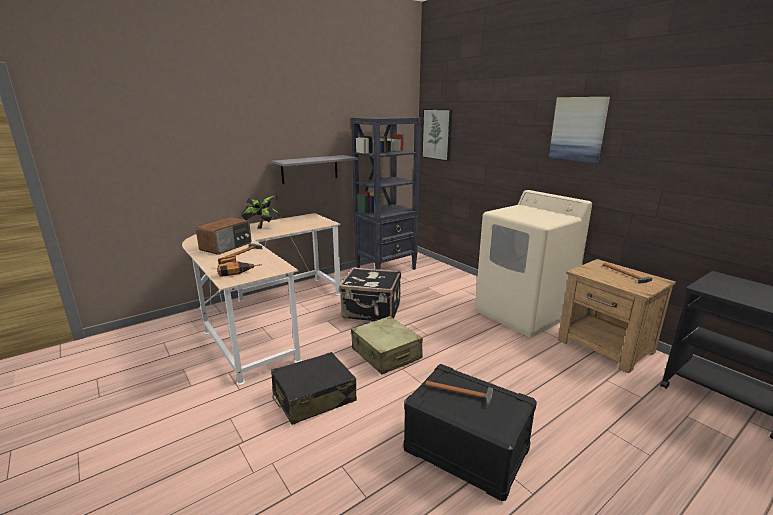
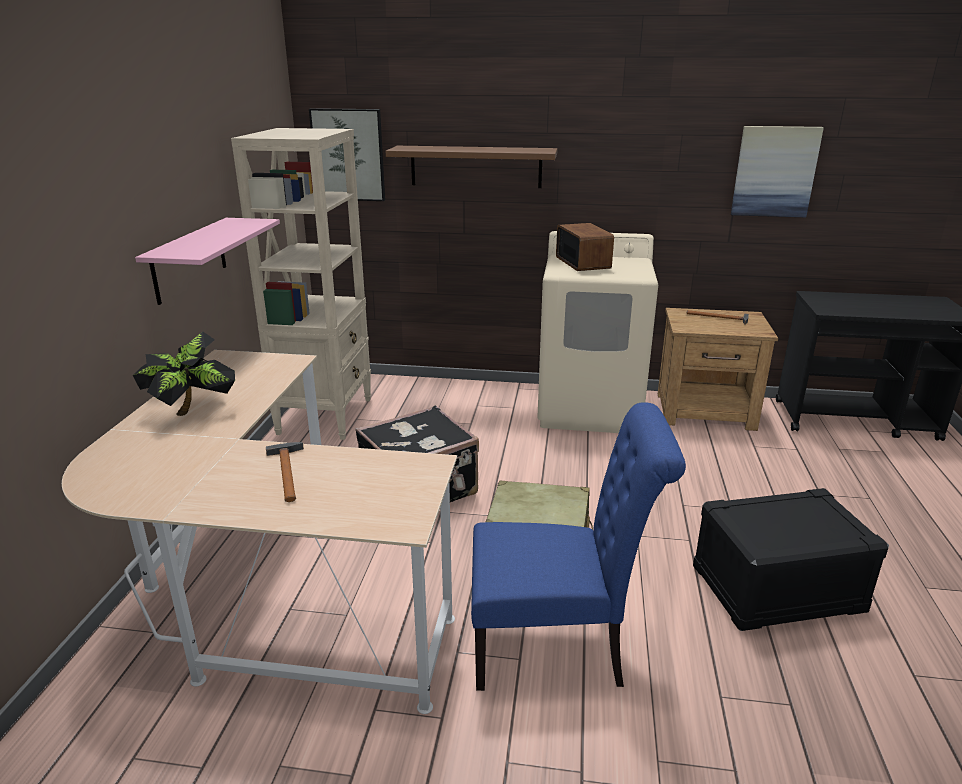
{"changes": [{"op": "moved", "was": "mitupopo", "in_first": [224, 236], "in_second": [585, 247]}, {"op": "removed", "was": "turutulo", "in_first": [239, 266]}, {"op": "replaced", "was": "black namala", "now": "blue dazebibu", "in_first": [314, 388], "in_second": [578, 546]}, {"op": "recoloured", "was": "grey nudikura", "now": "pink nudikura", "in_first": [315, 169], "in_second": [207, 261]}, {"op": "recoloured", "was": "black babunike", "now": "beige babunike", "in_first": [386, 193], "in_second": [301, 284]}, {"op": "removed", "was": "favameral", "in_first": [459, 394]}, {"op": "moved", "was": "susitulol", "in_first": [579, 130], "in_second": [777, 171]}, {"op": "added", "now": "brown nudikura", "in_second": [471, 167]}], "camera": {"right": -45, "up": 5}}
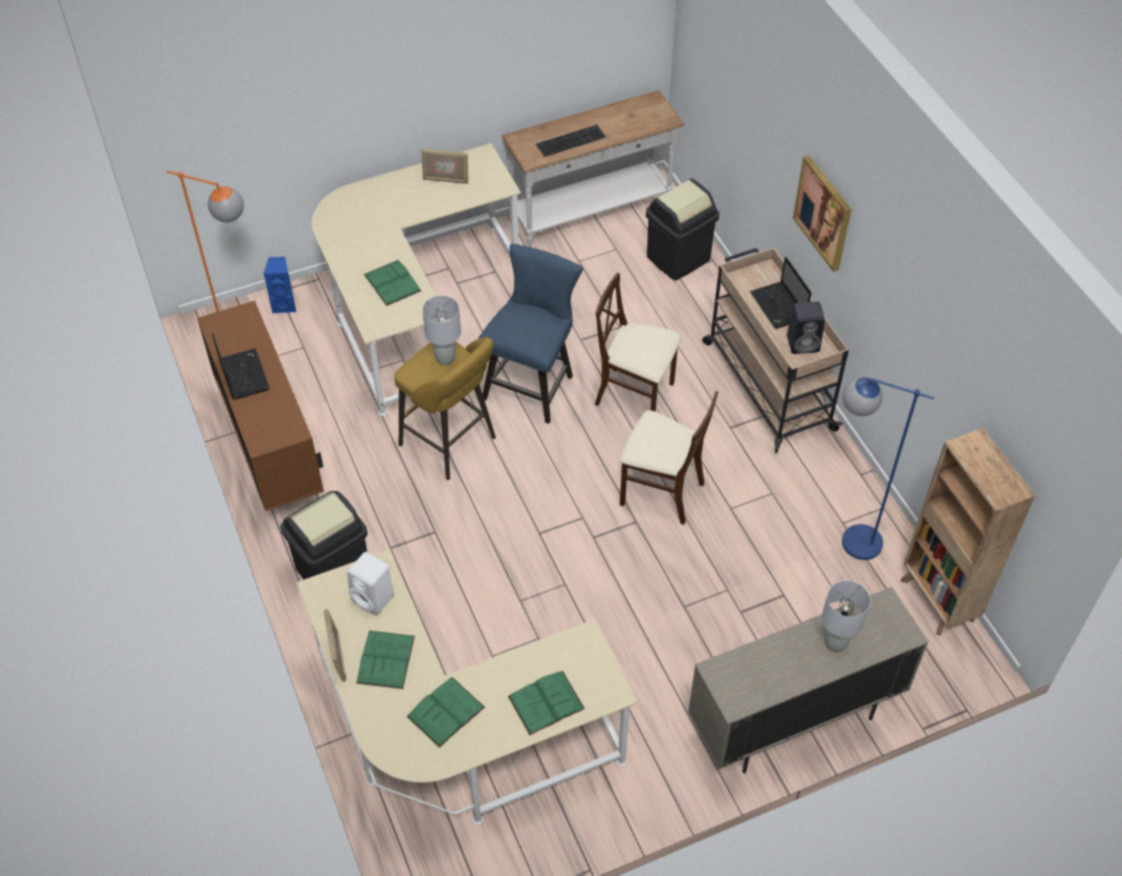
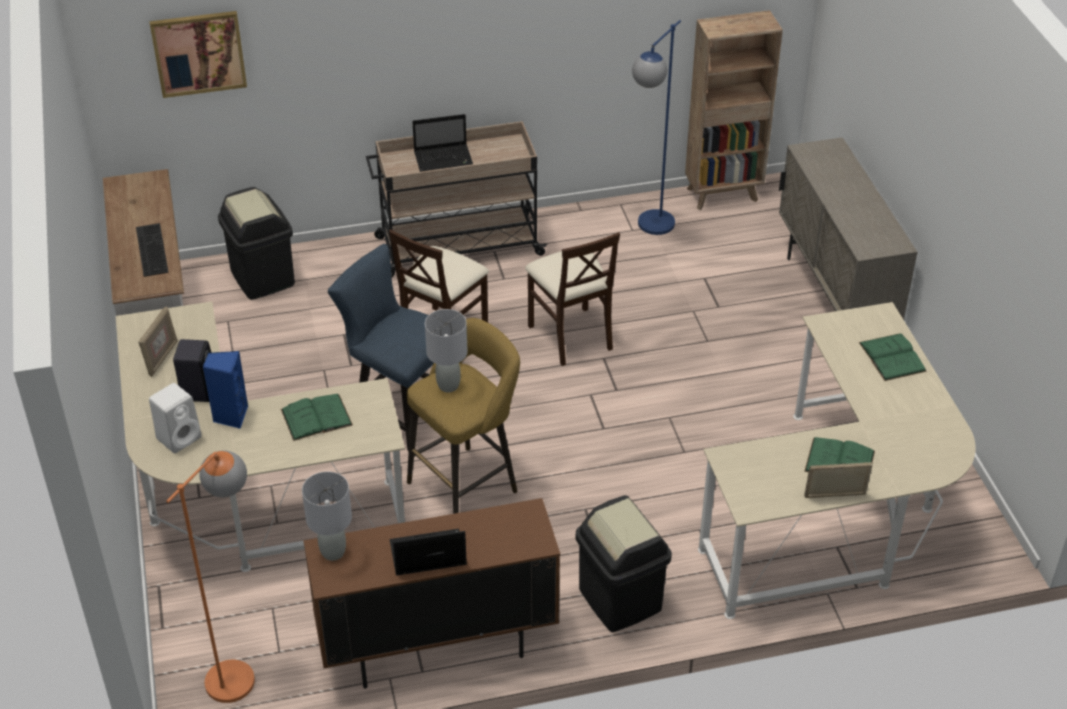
{"changes": [{"op": "moved", "was": "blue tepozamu", "in_first": [279, 285], "in_second": [225, 390]}, {"op": "moved", "was": "white tepozamu", "in_first": [370, 583], "in_second": [175, 418]}, {"op": "removed", "was": "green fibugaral", "in_first": [445, 712]}, {"op": "turned", "was": "beige dazebibu", "in_first": [669, 458], "in_second": [572, 299], "clockwise": 120}, {"op": "moved", "was": "black tepozamu", "in_first": [806, 327], "in_second": [192, 370]}, {"op": "moved", "was": "susitulol", "in_first": [822, 214], "in_second": [198, 54]}, {"op": "moved", "was": "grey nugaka", "in_first": [846, 616], "in_second": [327, 516]}], "camera": {"right": -80, "up": -10}}
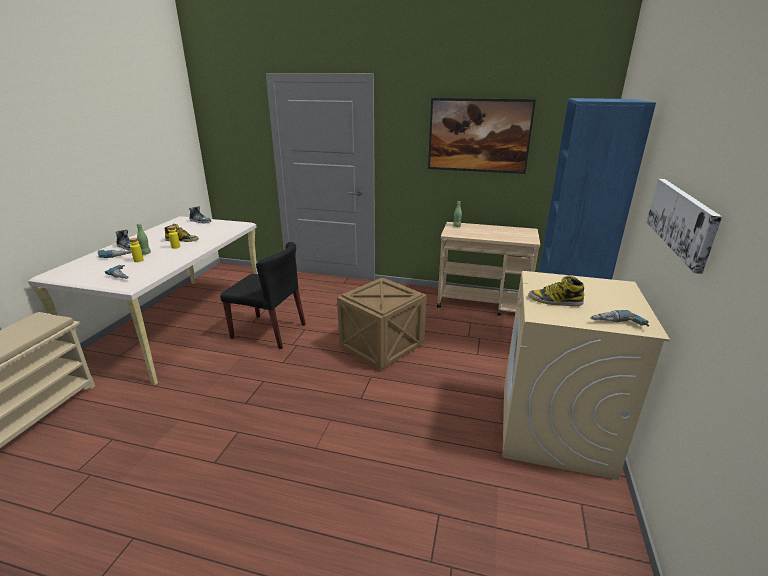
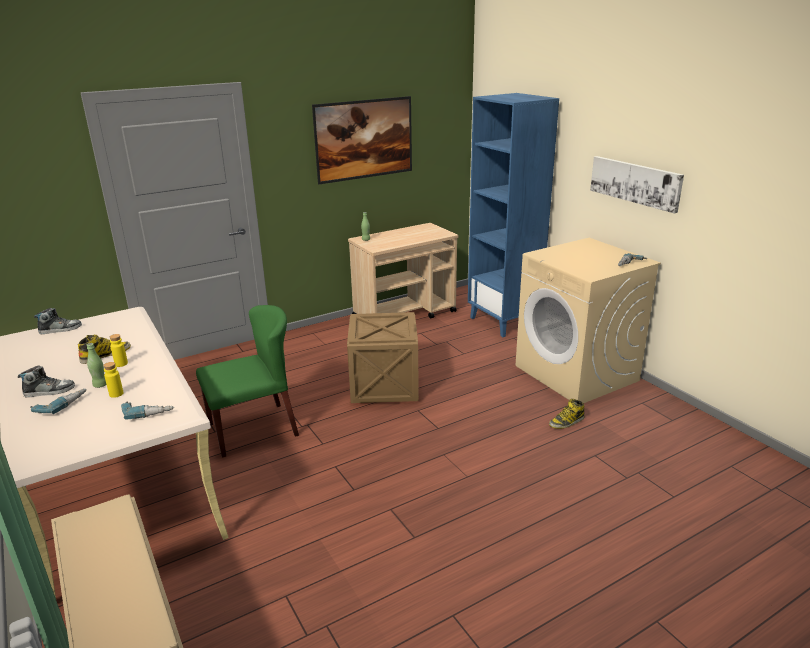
{"changes": [{"op": "recoloured", "was": "black dazebibu", "now": "green dazebibu", "in_first": [263, 295], "in_second": [247, 381]}, {"op": "moved", "was": "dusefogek", "in_first": [556, 291], "in_second": [566, 414]}], "camera": {"right": -45, "up": 0}}
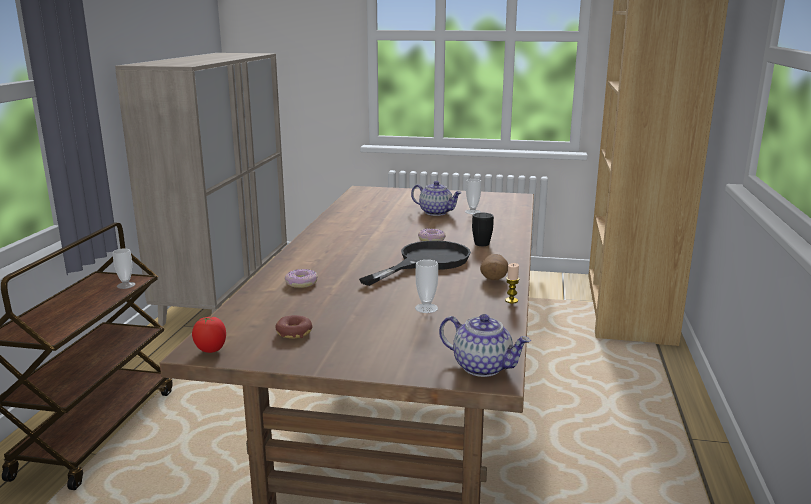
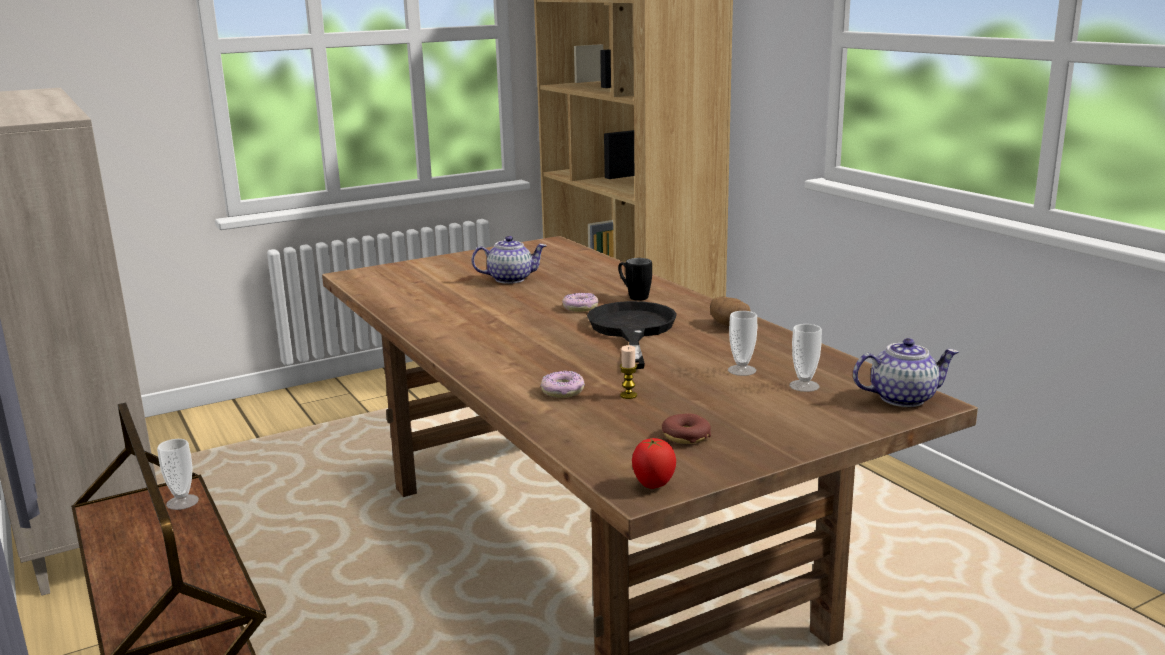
{"changes": [{"op": "moved", "was": "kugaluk", "in_first": [473, 196], "in_second": [806, 358]}, {"op": "moved", "was": "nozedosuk", "in_first": [512, 283], "in_second": [628, 372]}], "camera": {"right": -40, "up": 0}}
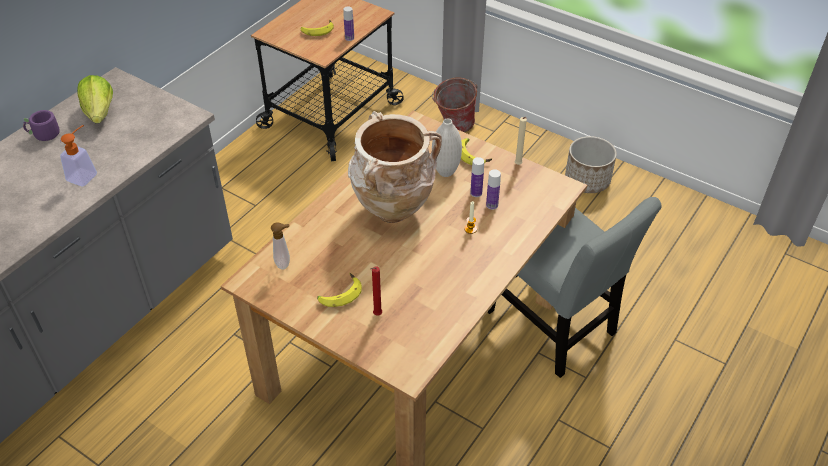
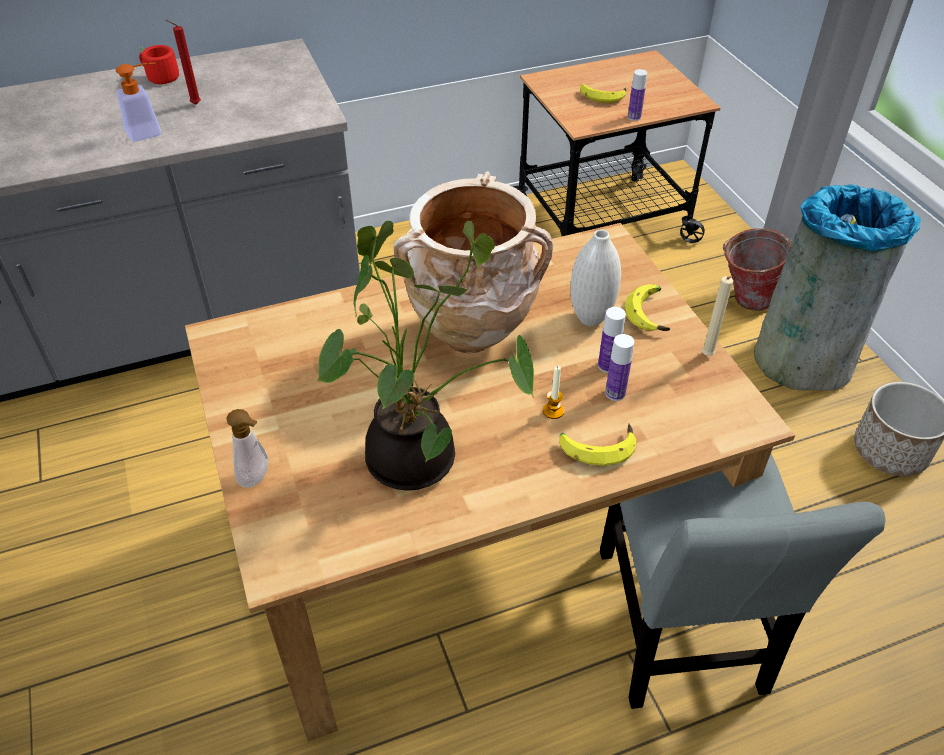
{"changes": [{"op": "recoloured", "was": "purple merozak", "now": "red merozak", "in_first": [42, 125], "in_second": [159, 67]}, {"op": "removed", "was": "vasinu", "in_first": [95, 99]}, {"op": "moved", "was": "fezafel", "in_first": [280, 246], "in_second": [247, 448]}, {"op": "moved", "was": "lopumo", "in_first": [339, 290], "in_second": [598, 444]}, {"op": "moved", "was": "red nozedosuk", "in_first": [376, 291], "in_second": [183, 62]}, {"op": "added", "now": "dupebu", "in_second": [425, 355]}, {"op": "added", "now": "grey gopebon", "in_second": [837, 287]}], "camera": {"right": 35, "up": 0}}
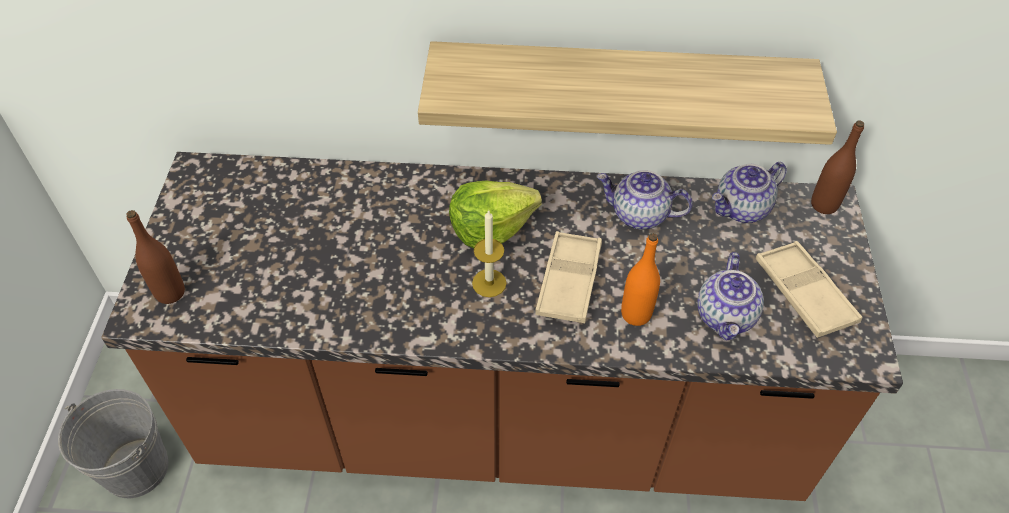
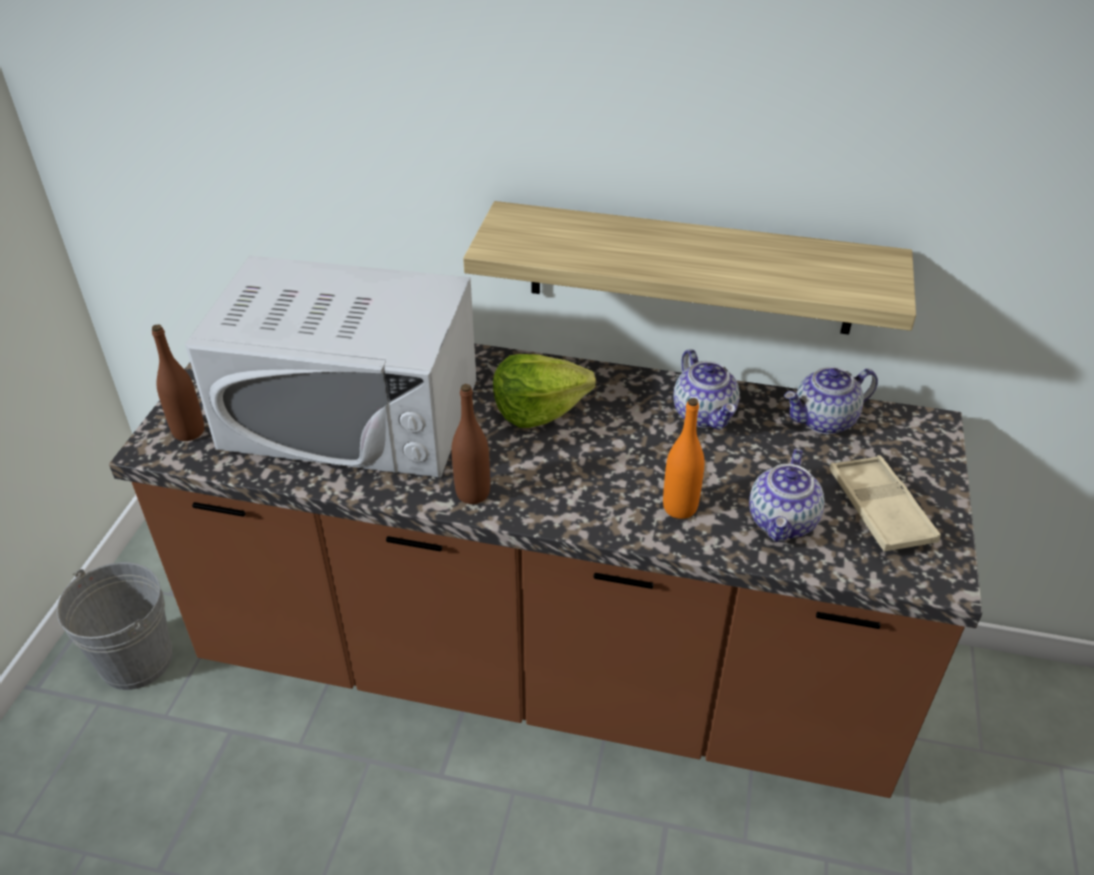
{"changes": [{"op": "removed", "was": "nozedosuk", "in_first": [489, 253]}, {"op": "removed", "was": "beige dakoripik", "in_first": [568, 277]}, {"op": "turned", "was": "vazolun", "in_first": [644, 199], "in_second": [707, 389], "clockwise": -135}, {"op": "moved", "was": "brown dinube", "in_first": [837, 167], "in_second": [471, 444]}, {"op": "added", "now": "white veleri", "in_second": [330, 367]}], "camera": {"right": 10, "up": -10}}
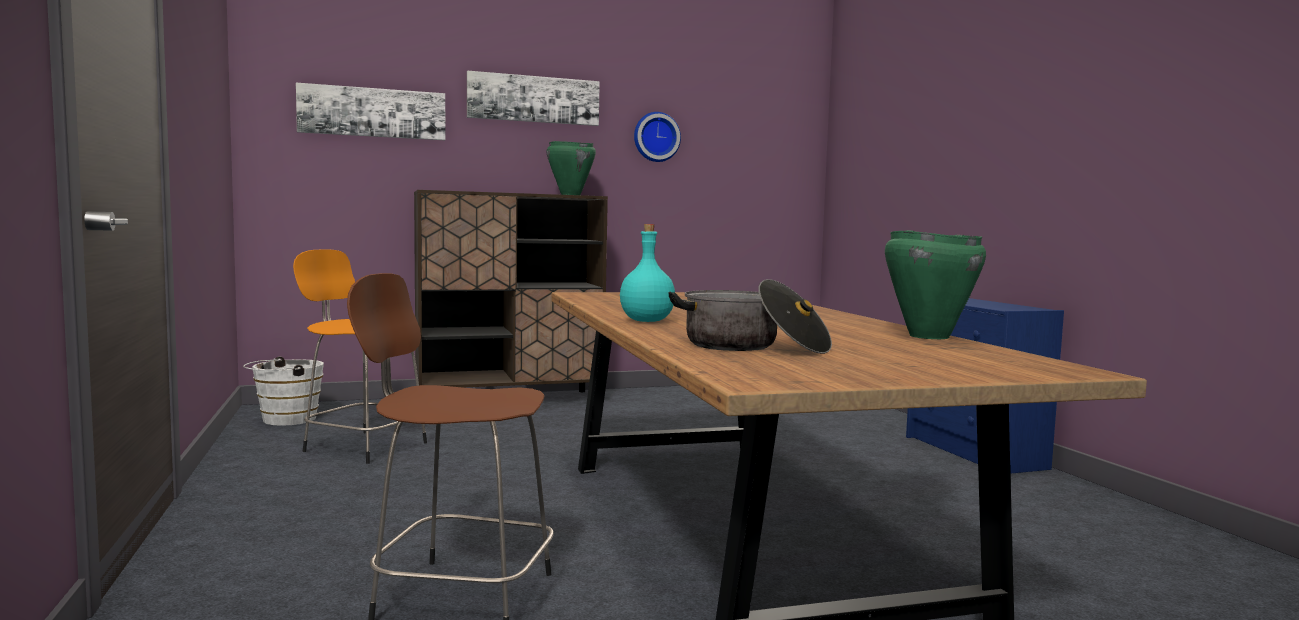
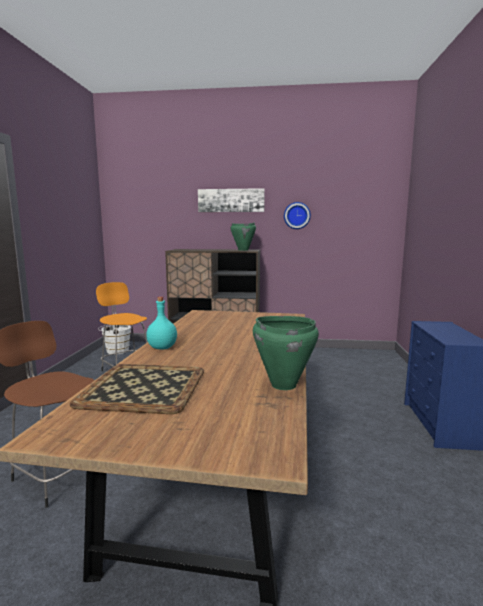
{"changes": [{"op": "removed", "was": "susitulol", "in_first": [370, 111]}, {"op": "replaced", "was": "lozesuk", "now": "dakoripik", "in_first": [750, 316], "in_second": [137, 389]}], "camera": {"right": 25, "up": 5}}
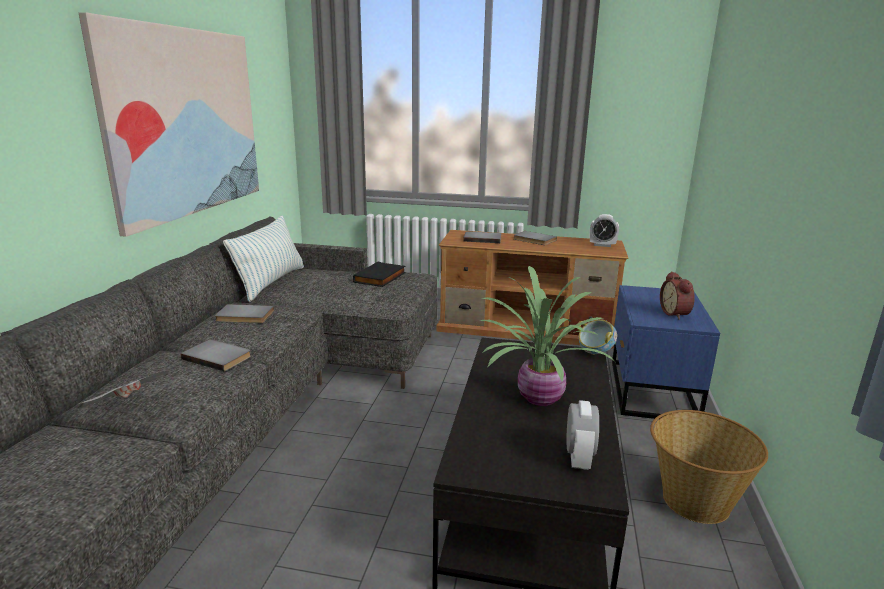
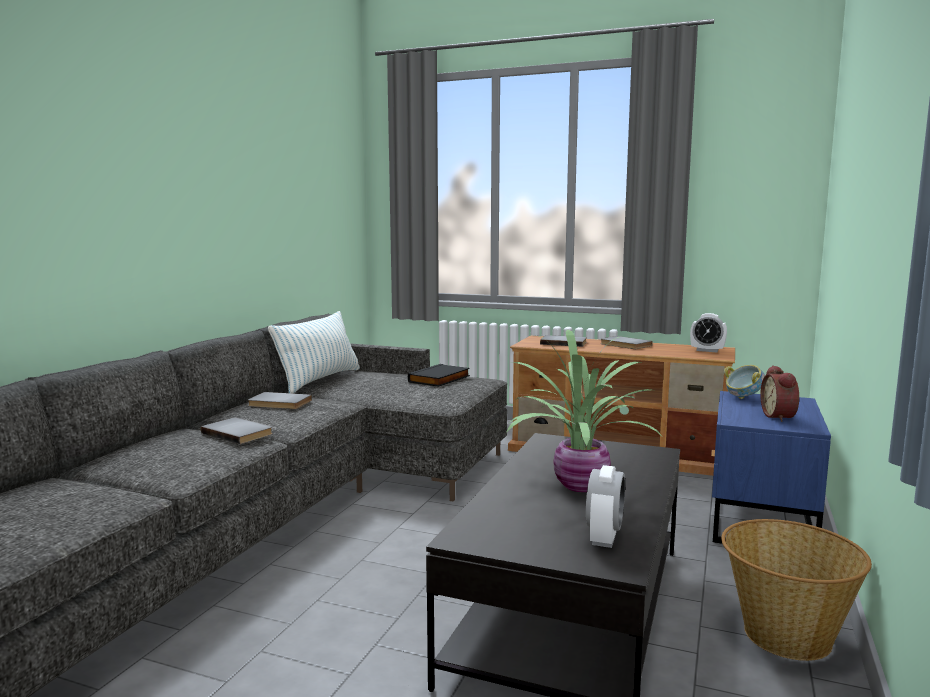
{"changes": [{"op": "removed", "was": "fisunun", "in_first": [122, 389]}, {"op": "removed", "was": "susitulol", "in_first": [169, 124]}, {"op": "moved", "was": "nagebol", "in_first": [597, 337], "in_second": [744, 382]}], "camera": {"right": 10, "up": -10}}
